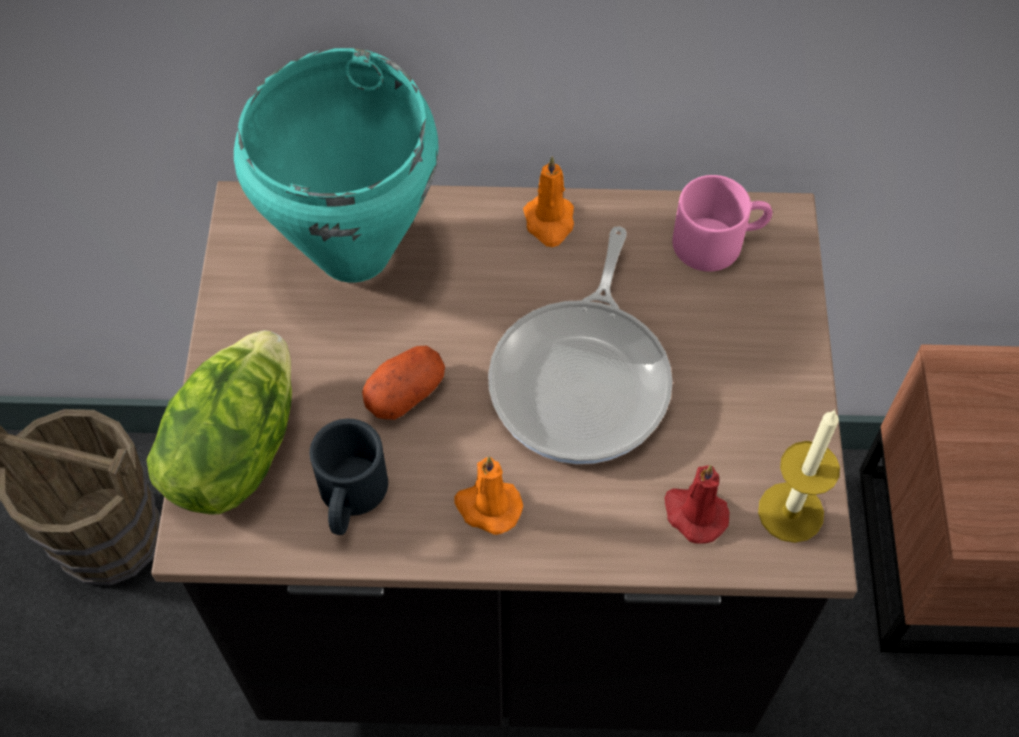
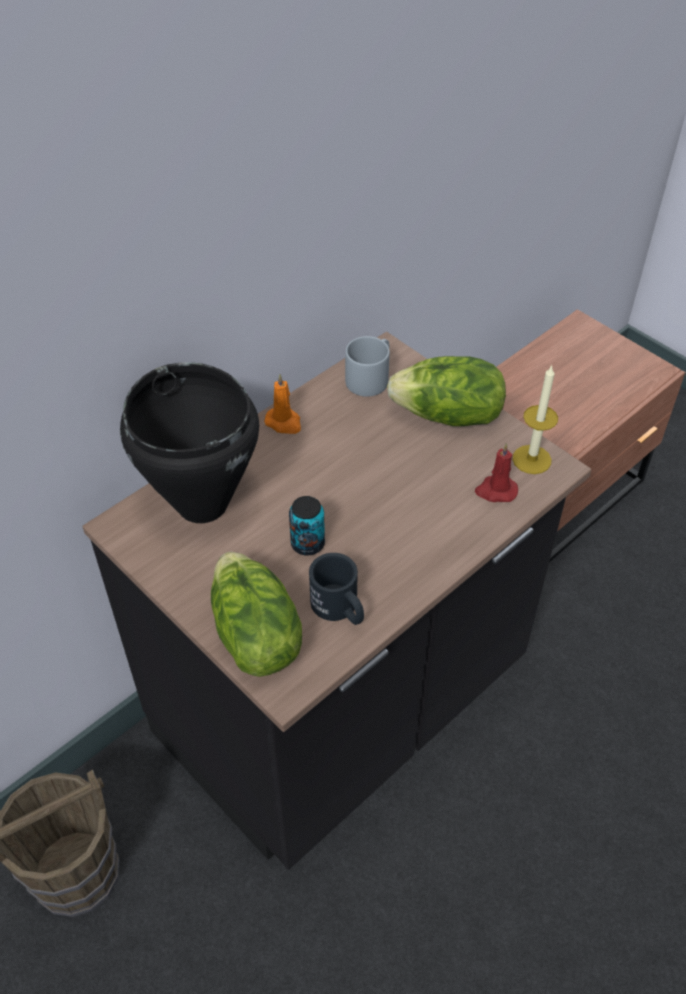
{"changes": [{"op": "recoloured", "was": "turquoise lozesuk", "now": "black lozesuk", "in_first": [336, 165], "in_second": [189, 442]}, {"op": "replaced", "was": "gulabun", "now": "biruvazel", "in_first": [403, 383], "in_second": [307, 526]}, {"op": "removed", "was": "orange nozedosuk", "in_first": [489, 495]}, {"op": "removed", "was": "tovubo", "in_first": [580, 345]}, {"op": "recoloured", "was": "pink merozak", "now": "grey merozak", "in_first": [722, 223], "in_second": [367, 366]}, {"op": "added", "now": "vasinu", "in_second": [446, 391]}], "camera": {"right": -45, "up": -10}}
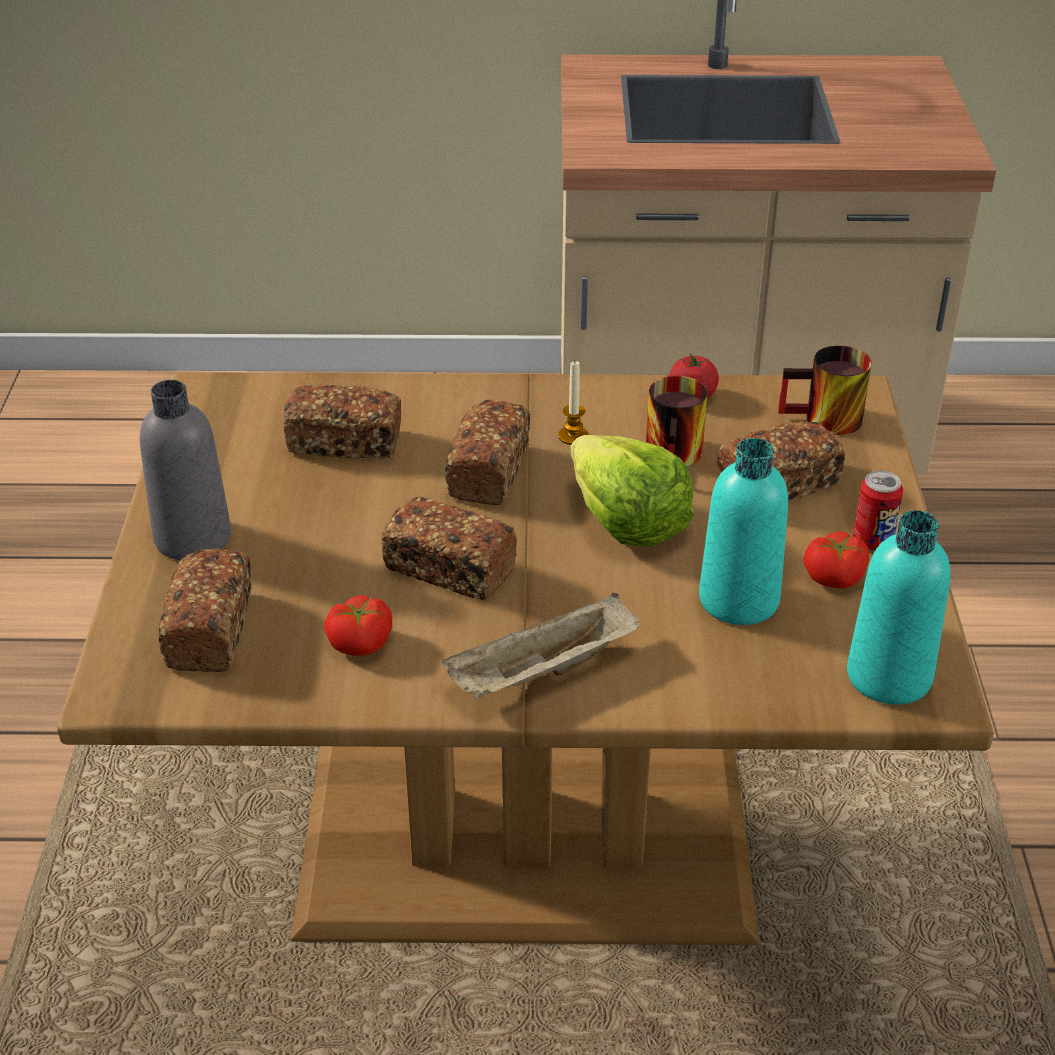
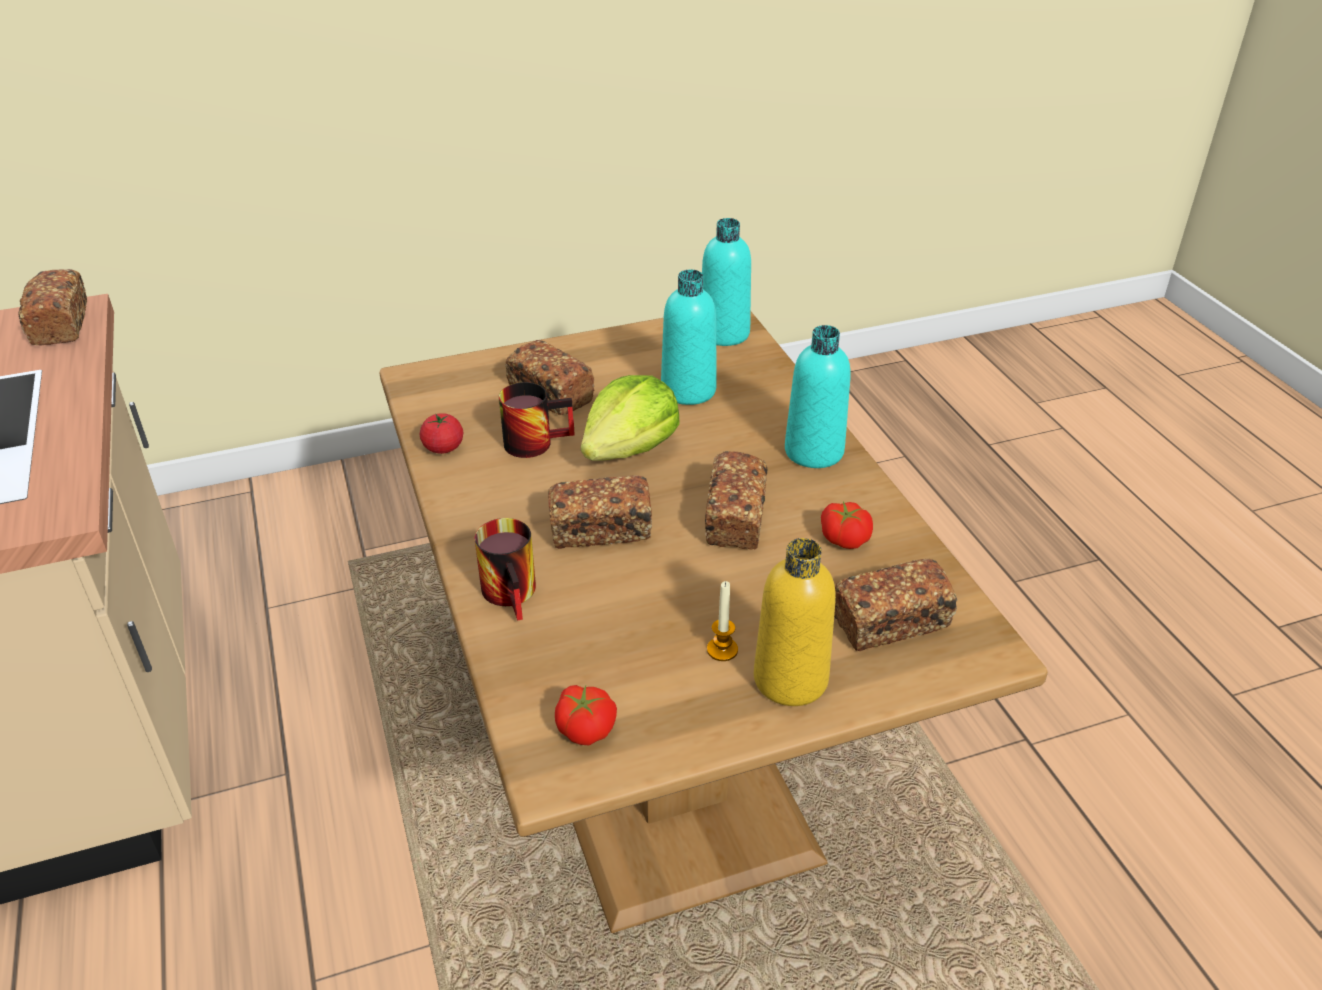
{"changes": [{"op": "recoloured", "was": "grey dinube", "now": "yellow dinube", "in_first": [185, 470], "in_second": [795, 622]}, {"op": "moved", "was": "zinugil", "in_first": [342, 421], "in_second": [52, 307]}, {"op": "replaced", "was": "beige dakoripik", "now": "turquoise dinube", "in_first": [540, 646], "in_second": [818, 396]}, {"op": "moved", "was": "nozedosuk", "in_first": [573, 403], "in_second": [722, 621]}, {"op": "moved", "was": "merozak", "in_first": [825, 390], "in_second": [505, 569]}, {"op": "moved", "was": "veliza", "in_first": [836, 560], "in_second": [586, 715]}, {"op": "removed", "was": "biruvazel", "in_first": [878, 510]}], "camera": {"right": -110, "up": 0}}
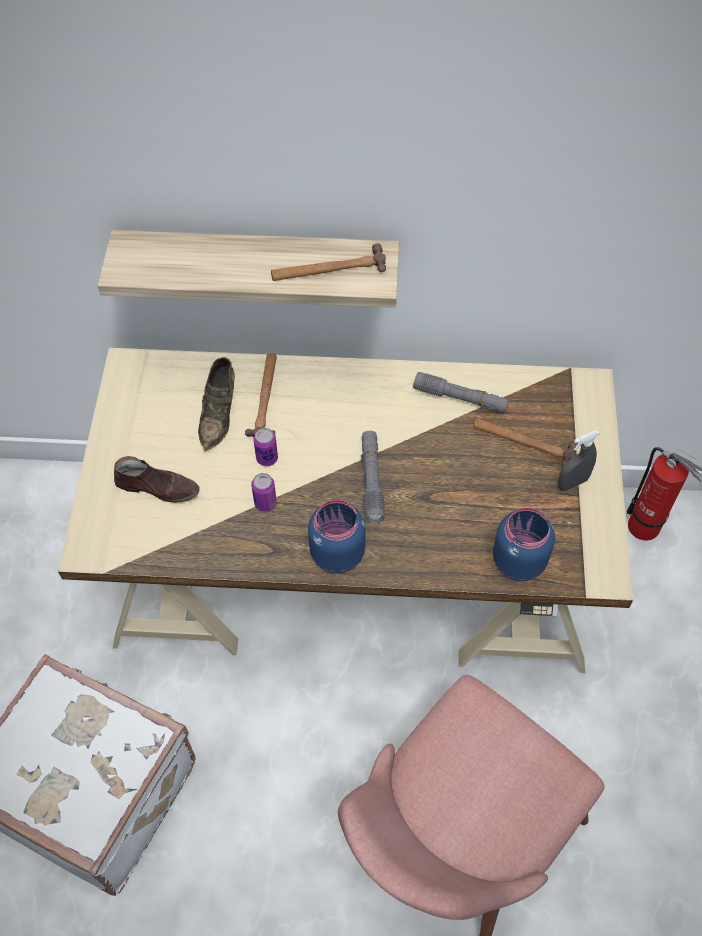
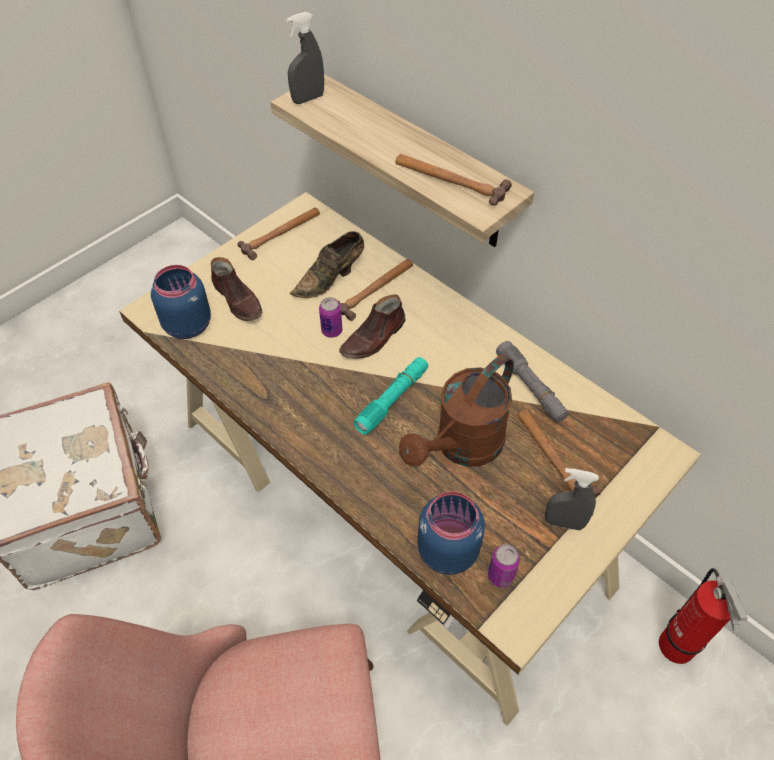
{"changes": [{"op": "moved", "was": "biruvazel", "in_first": [264, 492], "in_second": [504, 565]}, {"op": "moved", "was": "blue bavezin", "in_first": [337, 536], "in_second": [181, 302]}, {"op": "recoloured", "was": "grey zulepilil", "now": "turquoise zulepilil", "in_first": [373, 477], "in_second": [390, 396]}, {"op": "added", "now": "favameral", "in_second": [278, 233]}, {"op": "added", "now": "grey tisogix", "in_second": [305, 58]}, {"op": "added", "now": "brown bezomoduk", "in_second": [372, 326]}, {"op": "added", "now": "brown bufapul", "in_second": [456, 411]}], "camera": {"right": 40, "up": -5}}
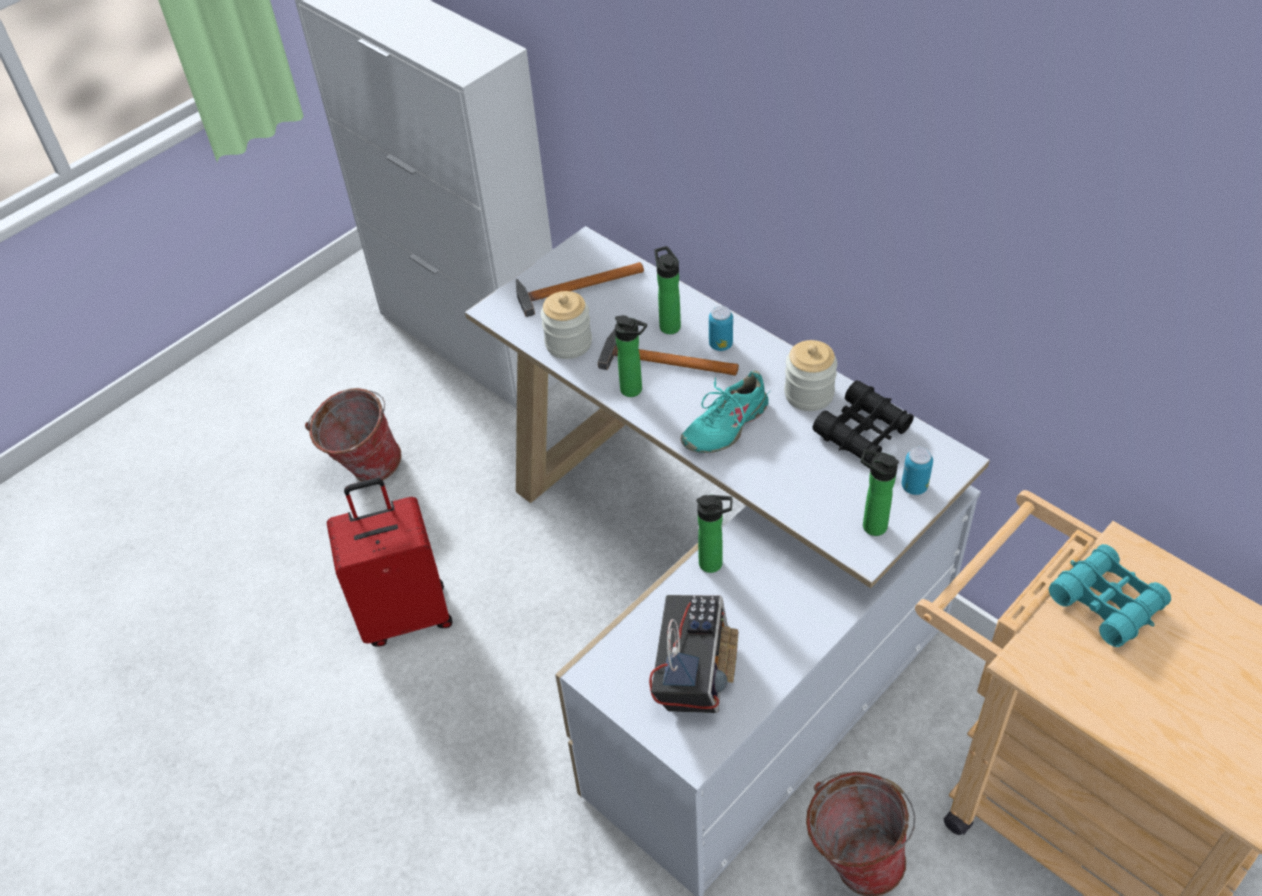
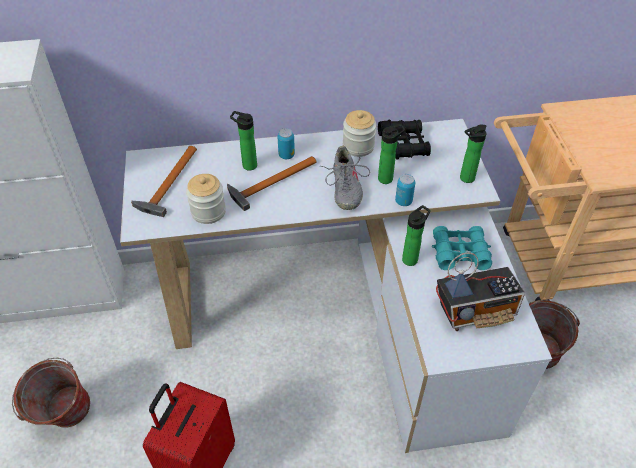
{"changes": [{"op": "moved", "was": "dinube", "in_first": [631, 356], "in_second": [391, 154]}, {"op": "turned", "was": "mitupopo", "in_first": [693, 654], "in_second": [480, 291], "clockwise": 120}, {"op": "recoloured", "was": "turquoise bezomoduk", "now": "grey bezomoduk", "in_first": [724, 411], "in_second": [345, 178]}, {"op": "moved", "was": "biruvazel", "in_first": [917, 471], "in_second": [405, 190]}, {"op": "moved", "was": "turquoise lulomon", "in_first": [1110, 595], "in_second": [462, 248]}], "camera": {"right": -55, "up": 0}}
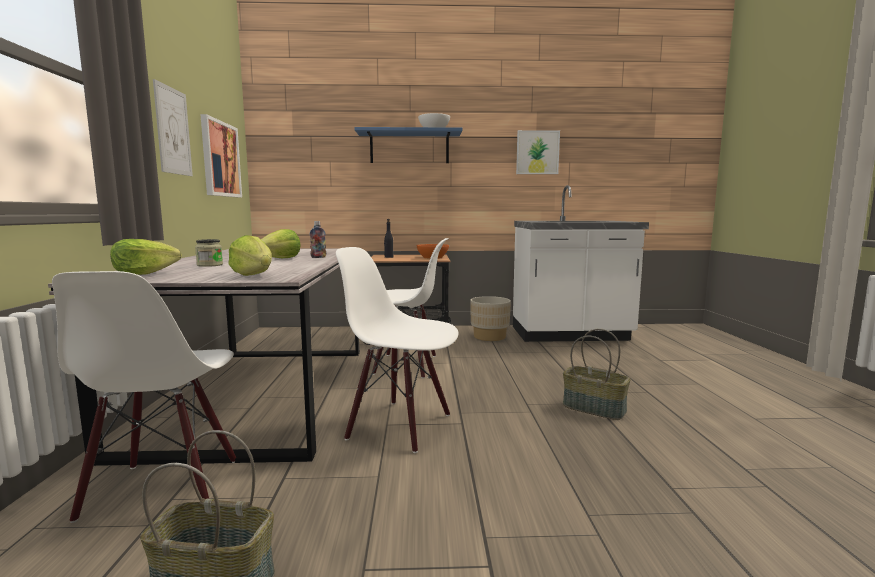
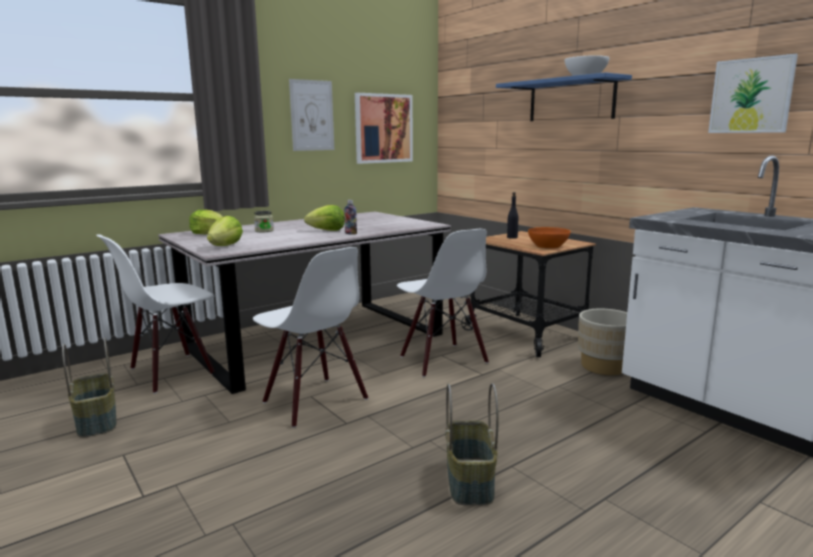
{"changes": [{"op": "turned", "was": "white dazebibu", "in_first": [397, 350], "in_second": [310, 337], "clockwise": 150}], "camera": {"right": 55, "up": 5}}
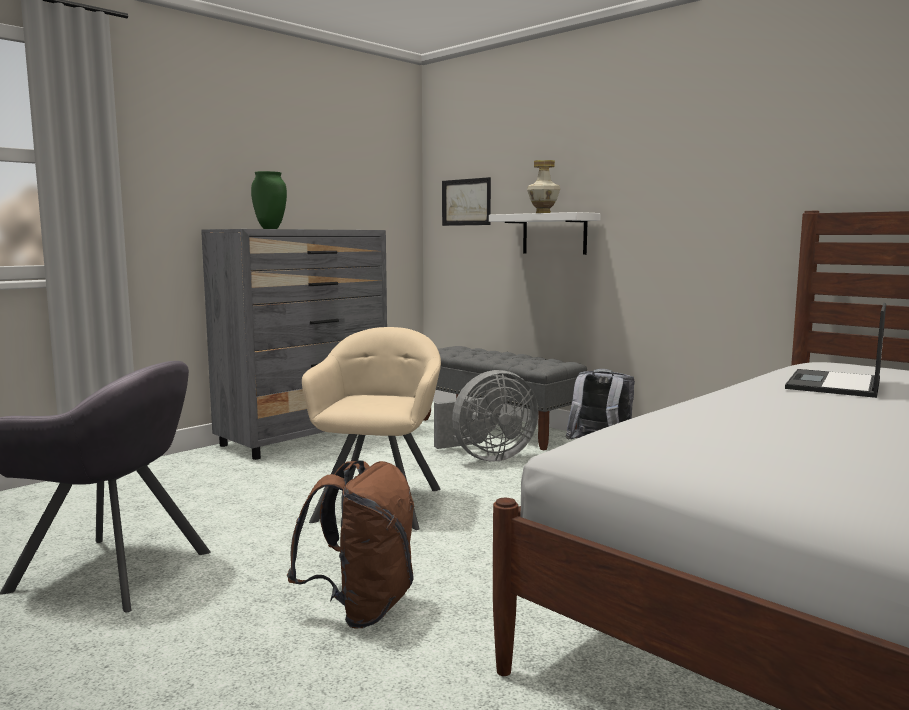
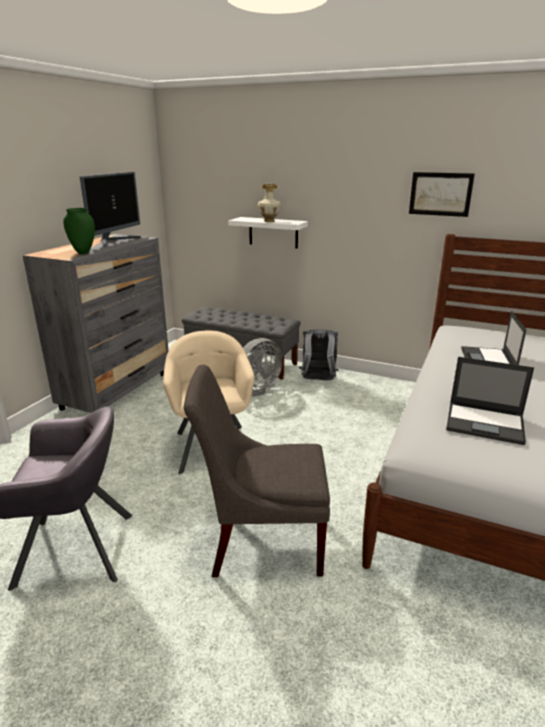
{"changes": [{"op": "replaced", "was": "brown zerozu", "now": "grey dazebibu", "in_first": [351, 544], "in_second": [257, 471]}, {"op": "moved", "was": "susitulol", "in_first": [466, 201], "in_second": [442, 194]}, {"op": "added", "now": "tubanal", "in_second": [110, 209]}, {"op": "added", "now": "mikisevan", "in_second": [490, 401]}], "camera": {"right": -20, "up": 15}}
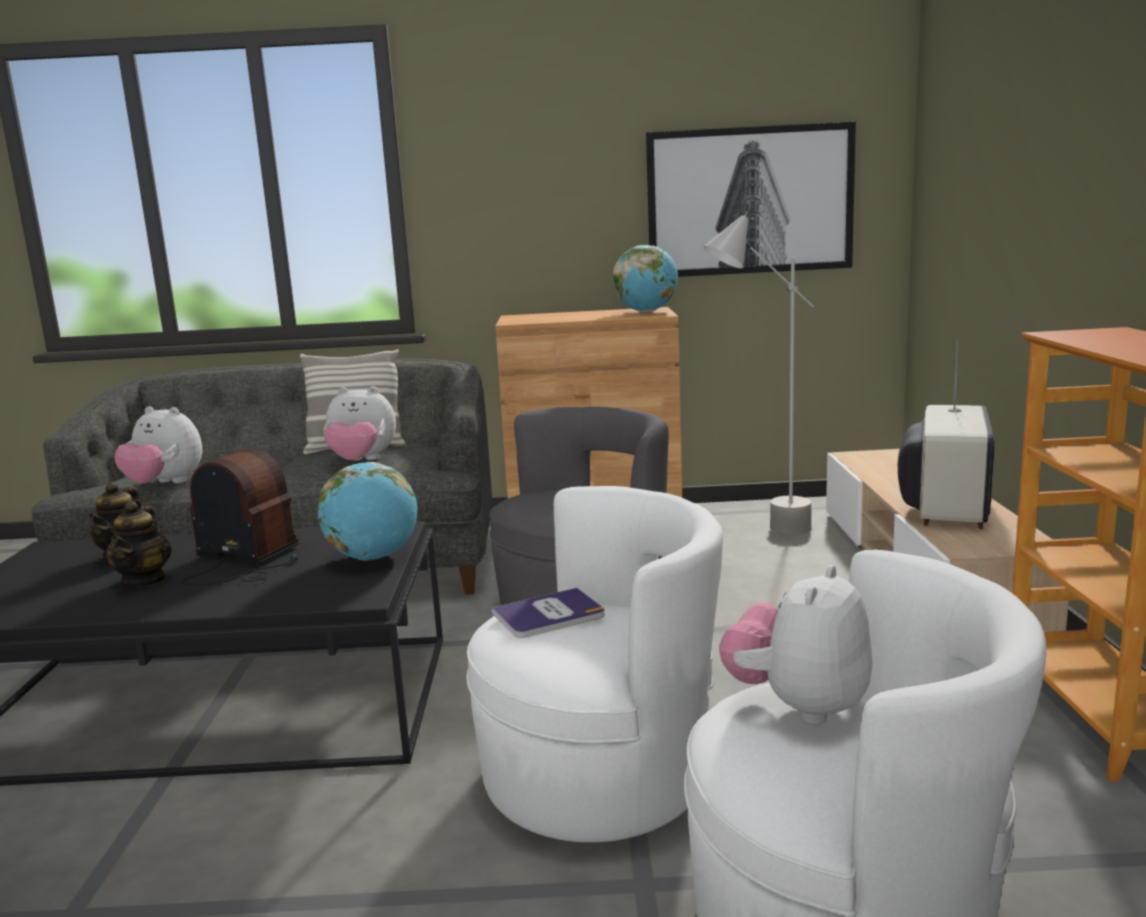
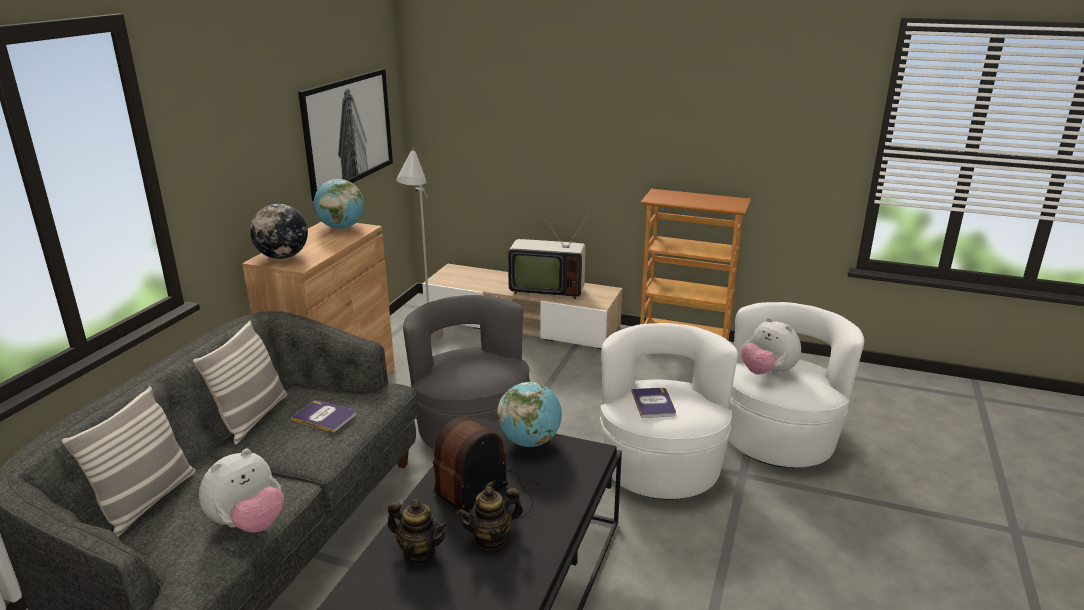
{"changes": [{"op": "turned", "was": "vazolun", "in_first": [138, 544], "in_second": [489, 518], "clockwise": 135}, {"op": "replaced", "was": "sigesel", "now": "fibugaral", "in_first": [359, 423], "in_second": [323, 416]}, {"op": "turned", "was": "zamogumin", "in_first": [946, 434], "in_second": [548, 256], "clockwise": 150}, {"op": "added", "now": "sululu", "in_second": [129, 461]}, {"op": "added", "now": "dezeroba", "in_second": [279, 231]}], "camera": {"right": -70, "up": 10}}
